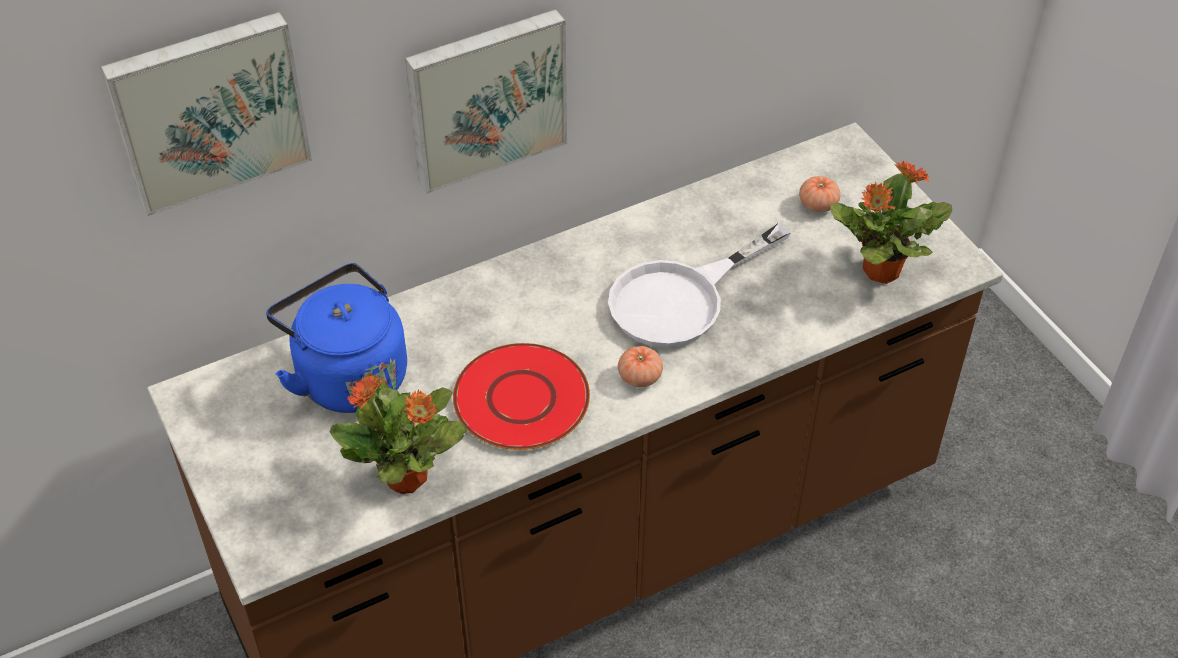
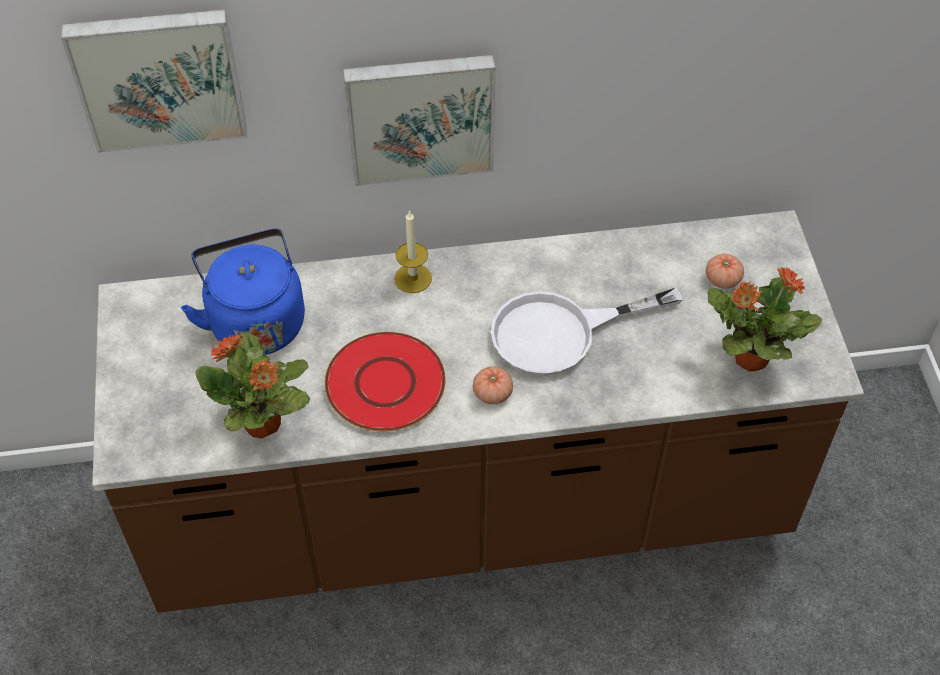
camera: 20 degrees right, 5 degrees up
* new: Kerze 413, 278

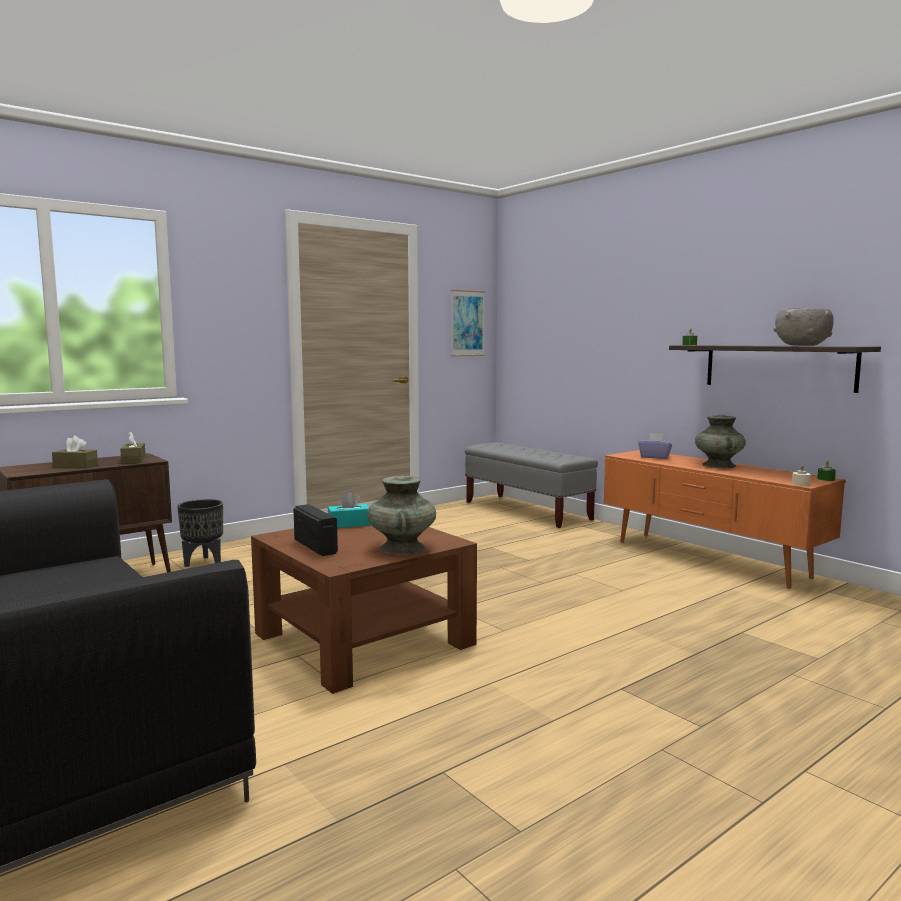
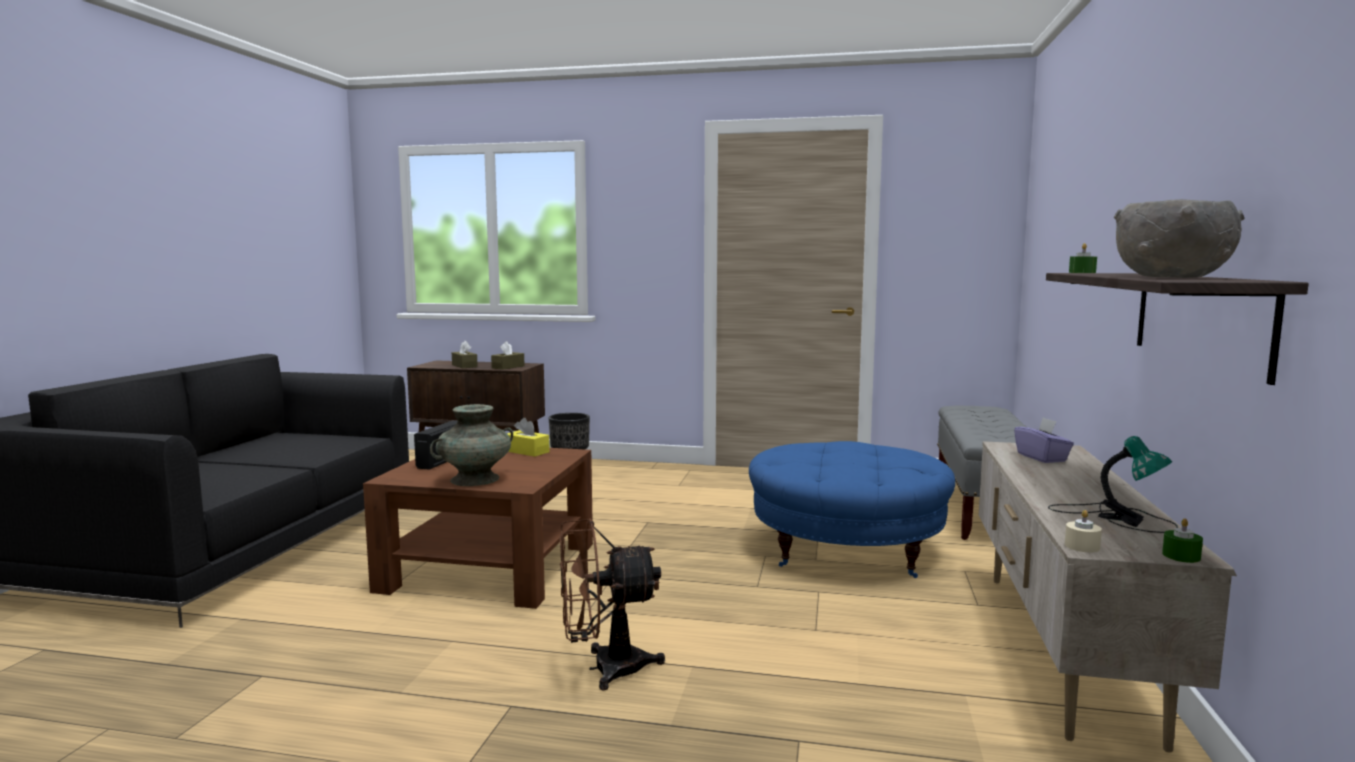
camera: 50 degrees right, 0 degrees up
* gone: Bild 467, 323
* gone: Vase/türkis 719, 465
* new: Ventilator/braun 605, 668
* new: Polsterhocker/blau 846, 549
* new: Tischlampe 1116, 517
* repainted: Taschentuchbox/türkis 349, 524 to Taschentuchbox/gelb 527, 451
* repainted: Fernsehschrank/orange 708, 559 to Fernsehschrank/beige 1062, 649

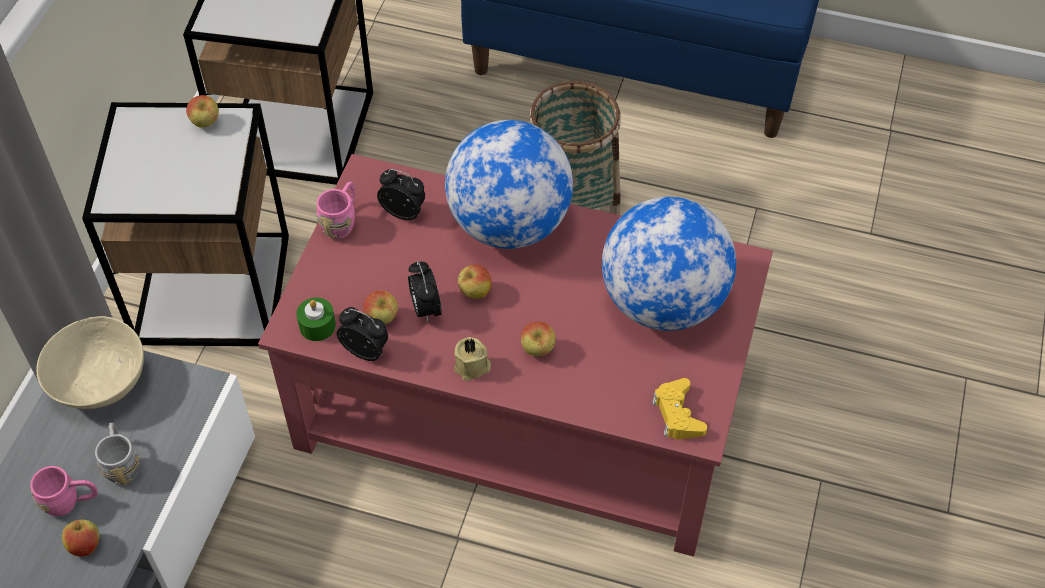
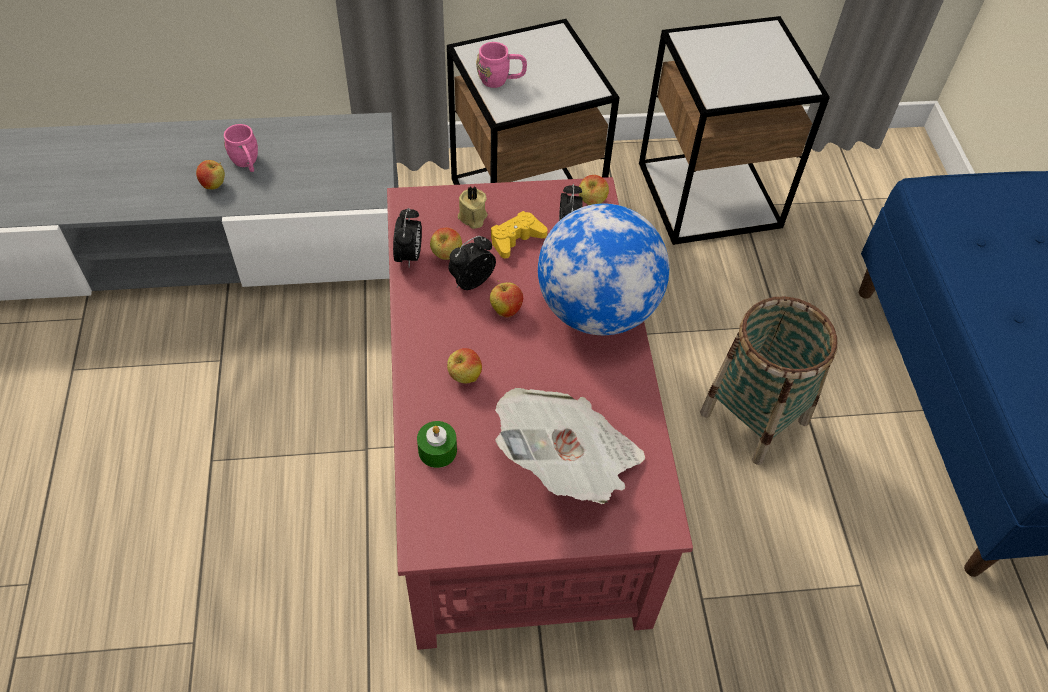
camera: 65 degrees right, 0 degrees up
* gone: Schüssel/beige 99, 382
* gone: Henkelbecher/grau 122, 463
* shifted: Apfel 206, 123 to 592, 202
* shifted: Kerze/grün 317, 326 to 437, 450
* shifted: Henkelbecher/rosa 342, 221 to 501, 80
* shifted: Kerze/beige 473, 367 to 472, 217
* shifted: Gamepad/gelb 677, 414 to 516, 239
* swapped: Globus 662, 303 to Zeitung 569, 463

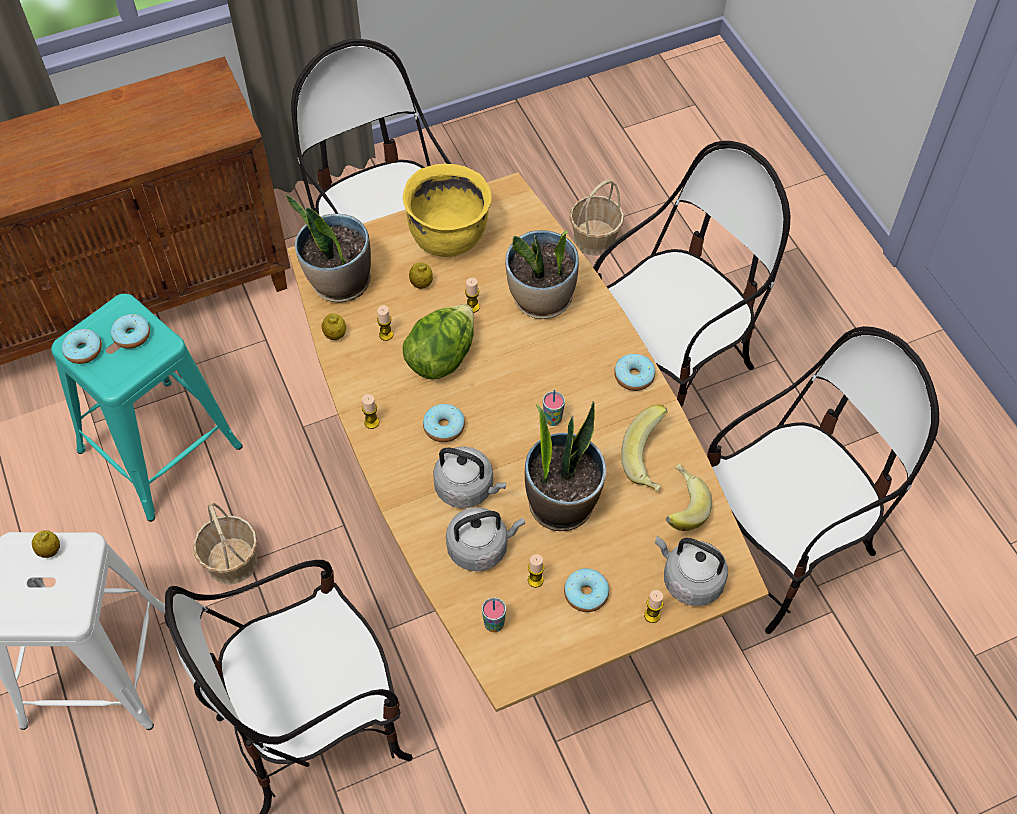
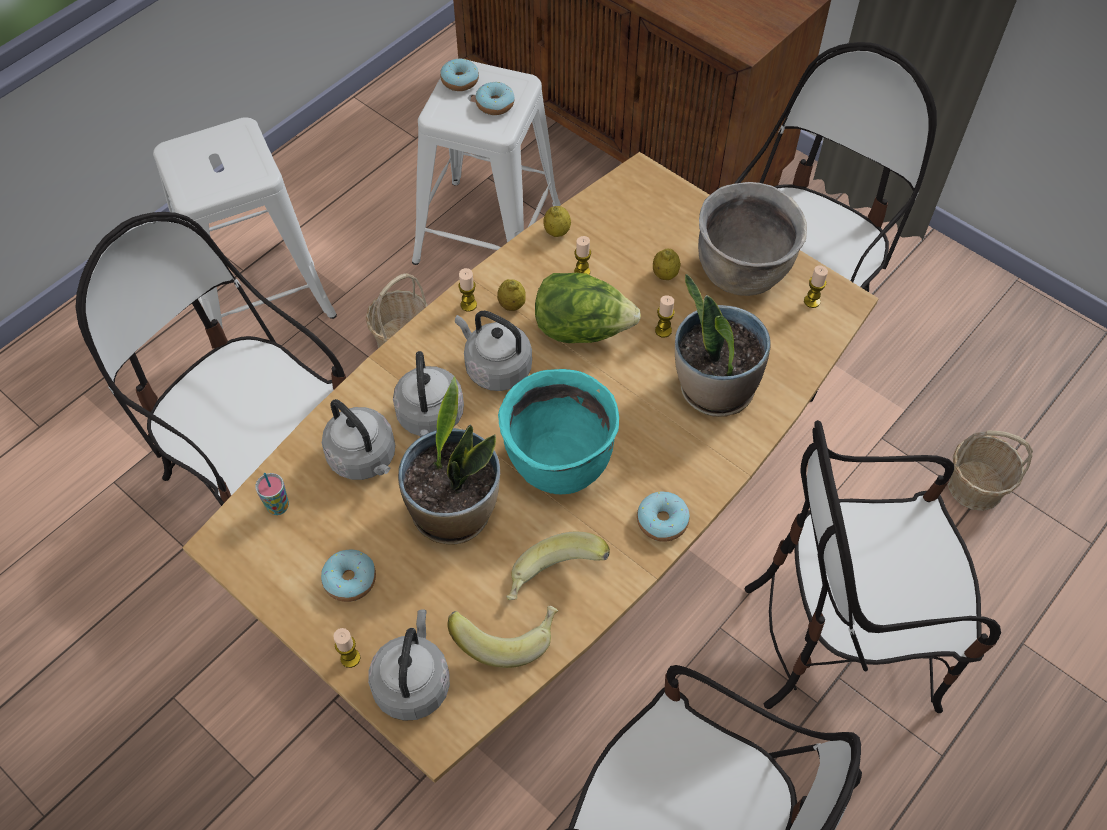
camera: 65 degrees right, 0 degrees up
* gone: Topfpflanze 339, 282
* shifted: Zitrone 50, 550 to 511, 305
* shifted: Kerze 535, 580 to 812, 301
* swapped: Donut 444, 427 to Wasserkessel/grau 495, 367
* swapped: Tasse 552, 419 to Kochtopf/türkis 558, 462
* repainted: Hocker/türkis 160, 448 to Hocker/weiß 488, 234
* repainted: Kochtopf/gelb 448, 237 to Kochtopf/braun 742, 272
* rotated: Stuhl 669, 373 = 843, 638 150 degrees clockwise

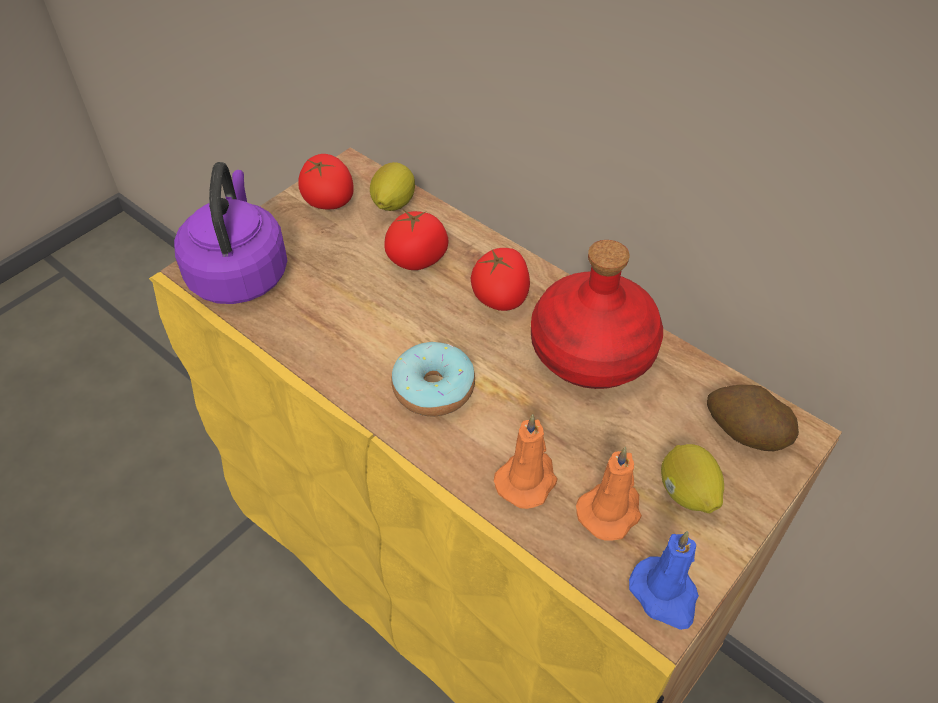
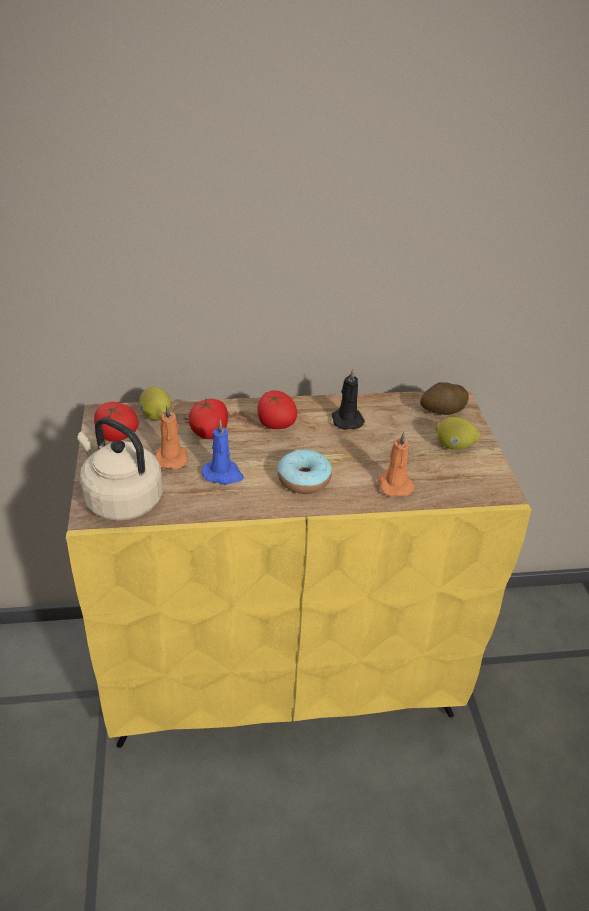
camera: 50 degrees left, 10 degrees down
* shifted: Kerze/orange 611, 510 to 171, 457
* shifted: Kerze/blau 665, 595 to 223, 474
* swapped: Flasche/rot 594, 351 to Kerze/schwarz 346, 419
* repainted: Wasserkessel/lila 239, 272 to Wasserkessel/beige 121, 499

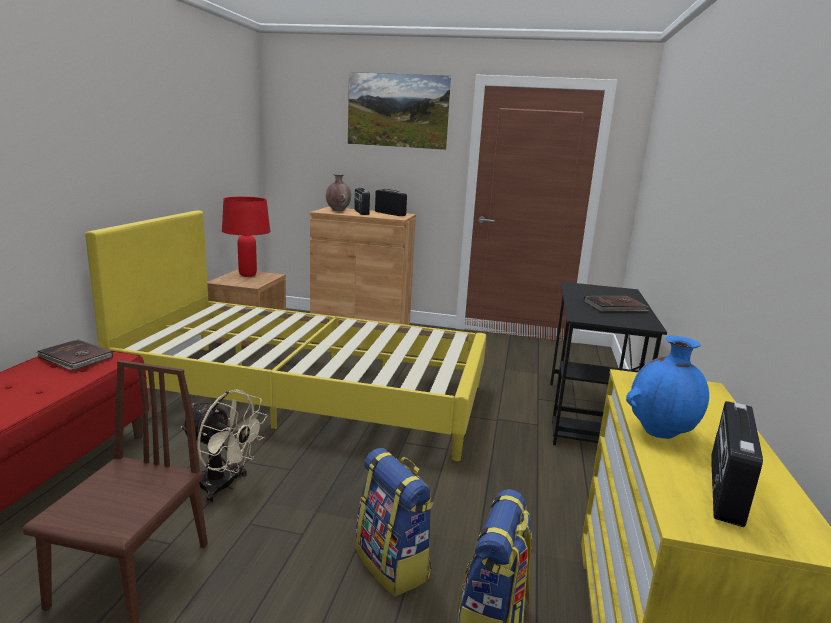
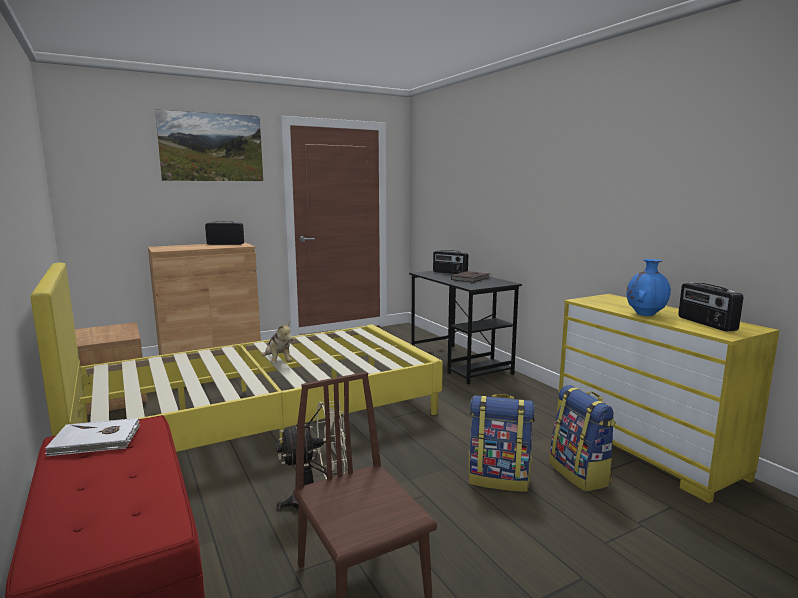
camera: 40 degrees left, 5 degrees down
* gone: Tischlampe/rot 248, 275
* gone: Vase/braun 338, 211
* new: Plüschtier 278, 363
* shifted: Radio 361, 212 to 450, 273
* repainted: Buch/braun 75, 358 to Buch/weiß 96, 441

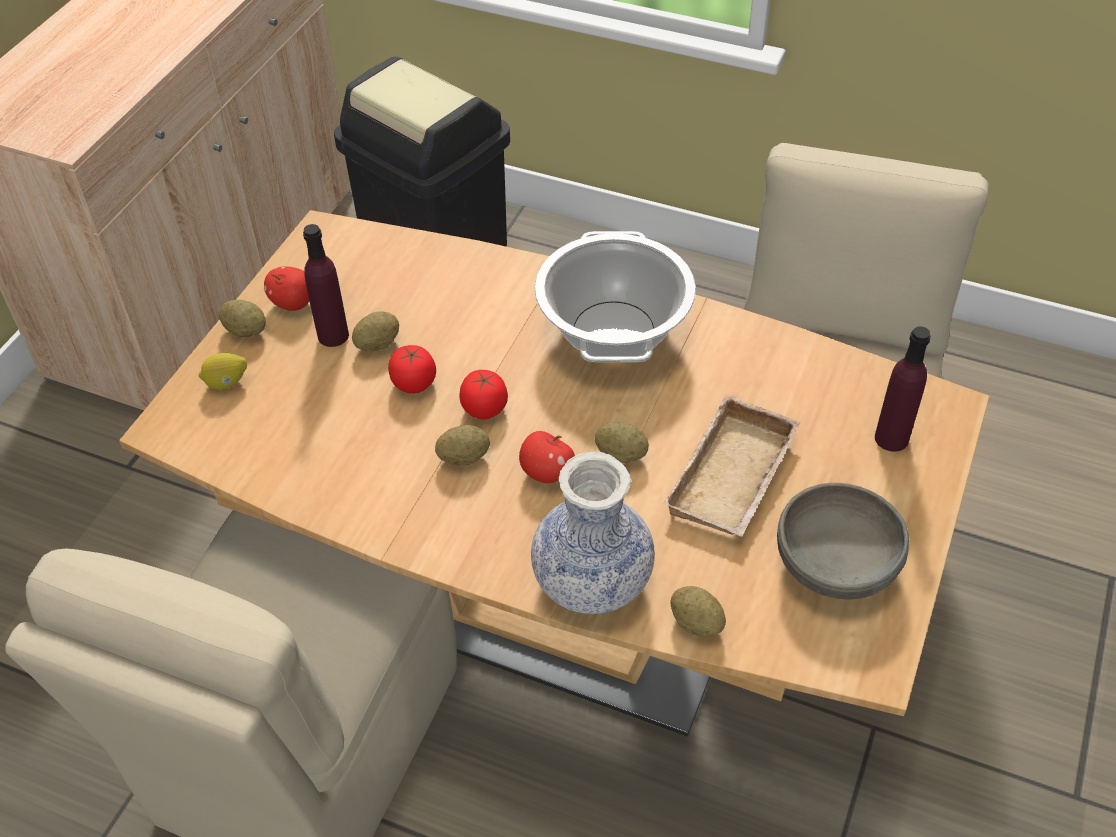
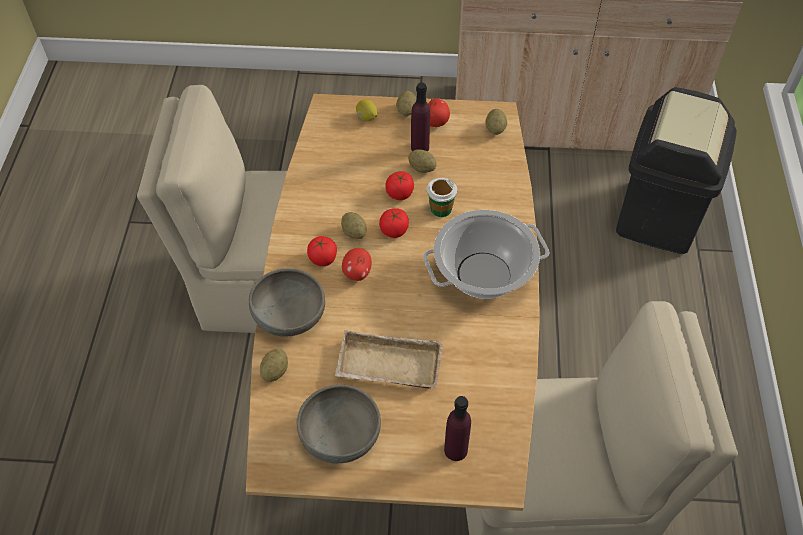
camera: 70 degrees right, 5 degrees up
* new: Tomate 322, 259
* new: Tasse 440, 208
* shifted: Kartoffel 621, 454 to 495, 129
* swapped: Vase 592, 580 to Schüssel/grau 289, 315

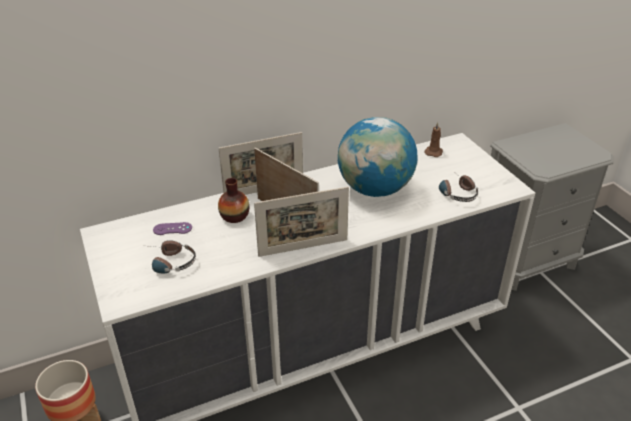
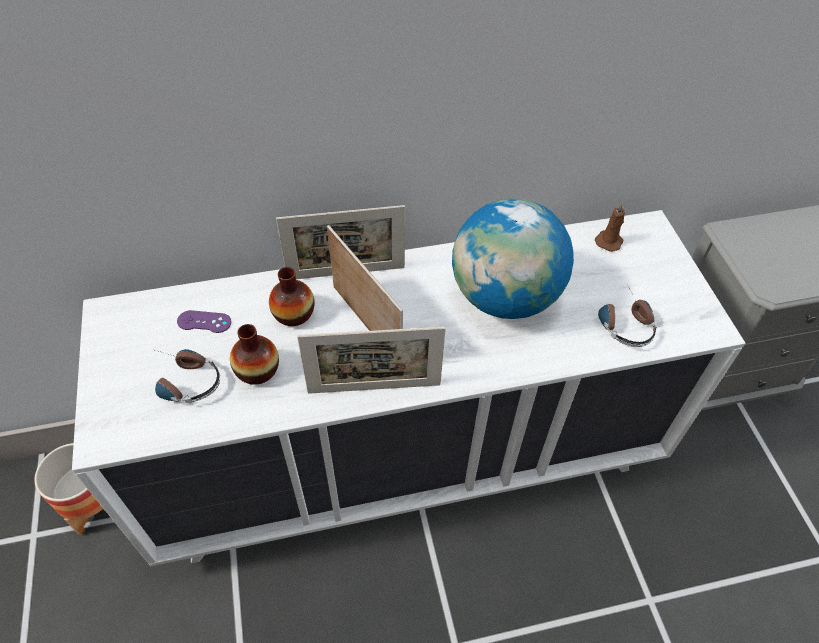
camera: 10 degrees right, 15 degrees up
* new: Vase 257, 370

